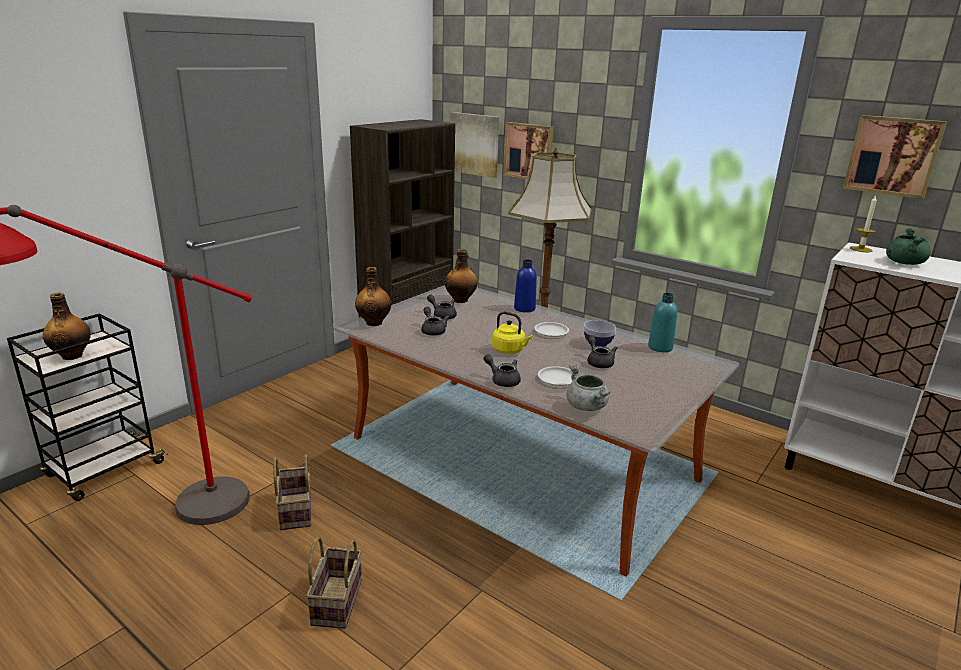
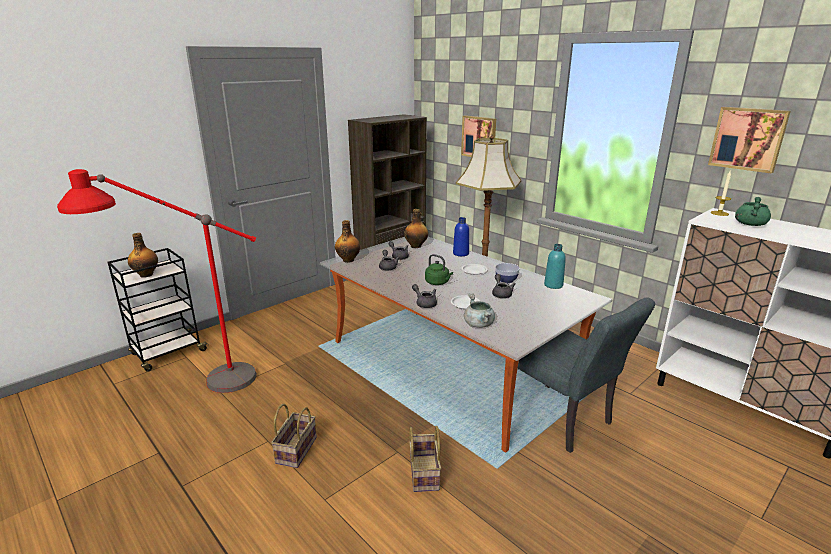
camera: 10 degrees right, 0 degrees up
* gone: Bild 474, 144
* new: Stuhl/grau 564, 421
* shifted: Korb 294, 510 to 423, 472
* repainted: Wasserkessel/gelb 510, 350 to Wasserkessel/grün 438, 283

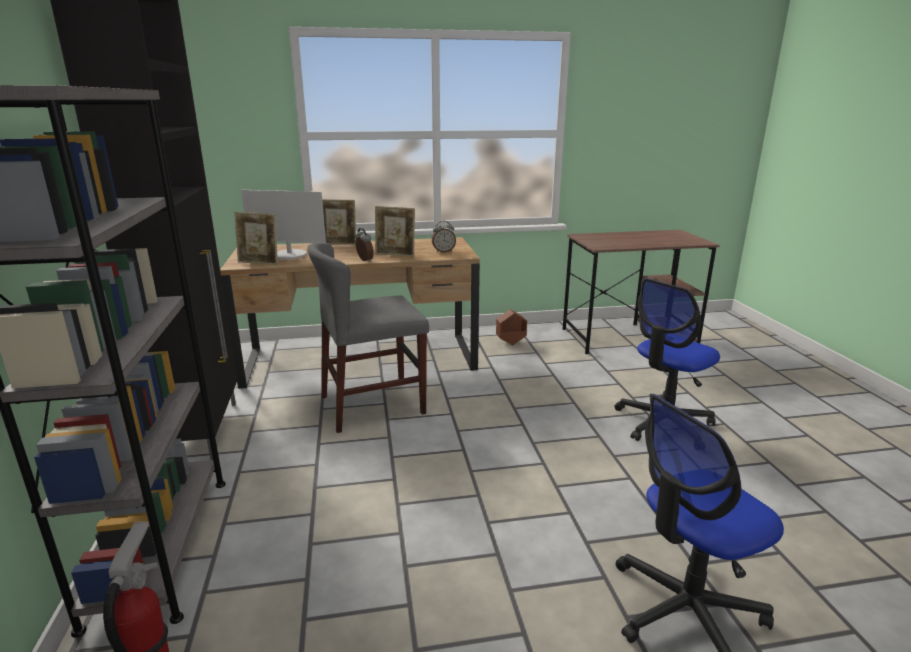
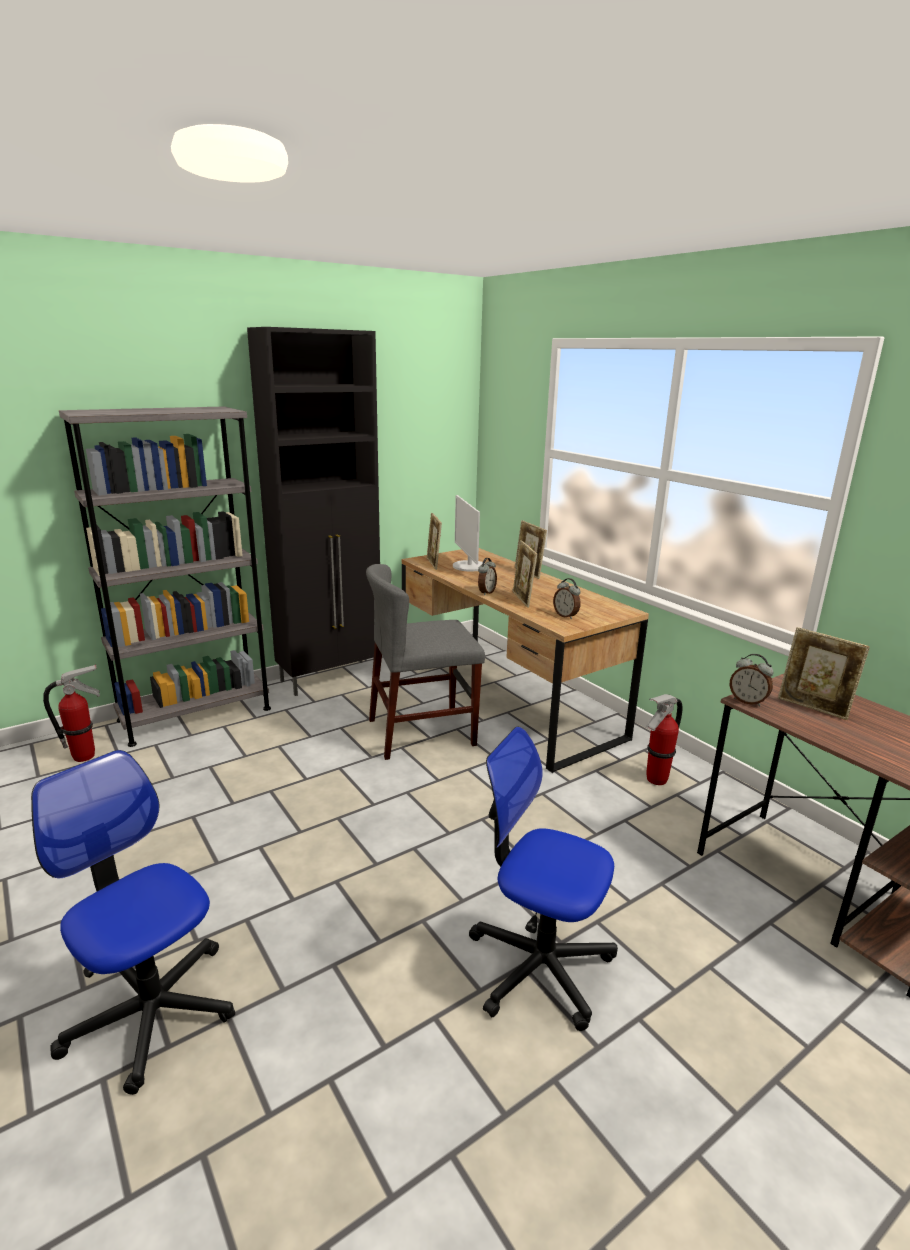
camera: 65 degrees right, 0 degrees up
* new: Wecker 747, 701
* new: Bilderrahmen 813, 708
* swapped: Pflanzkübel/braun 510, 343 to Feuerlöscher 656, 780
* rotated: Stuhl/grau 372, 405 = 421, 732 60 degrees counterclockwise

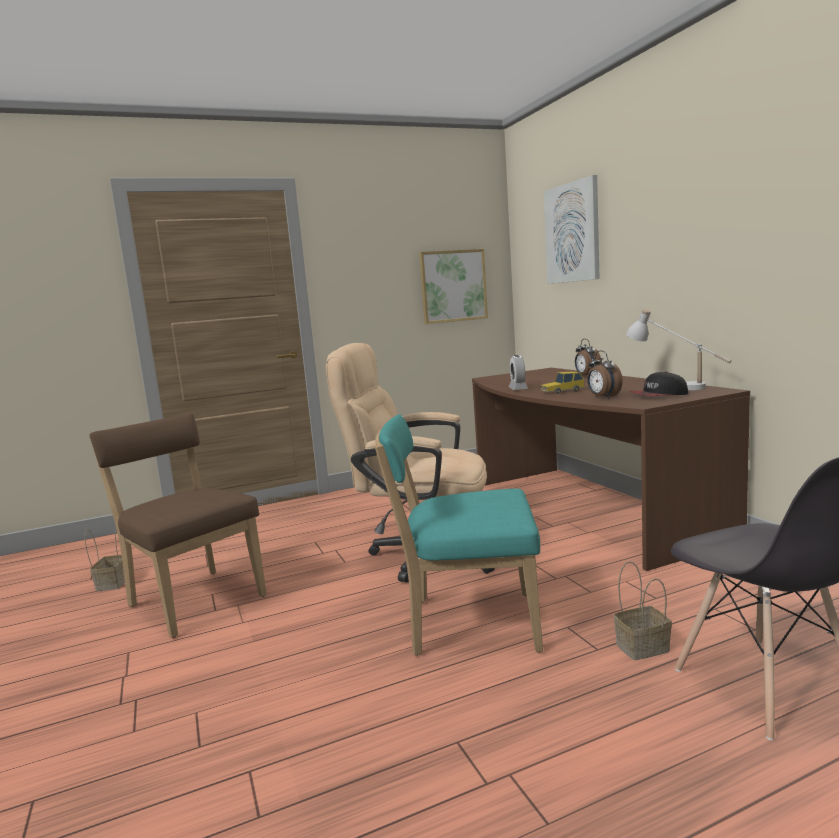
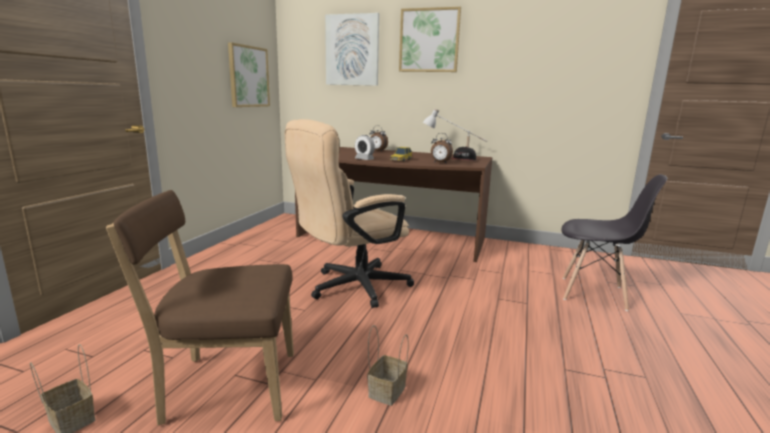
camera: 50 degrees left, 5 degrees up
* gone: Stuhl/türkis 467, 623
* new: Bild 429, 40
* shifted: Korb 643, 646 to 387, 390

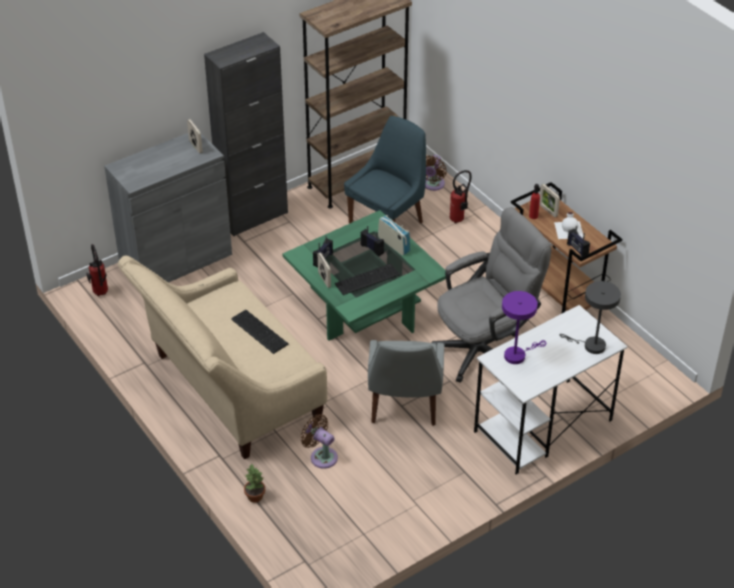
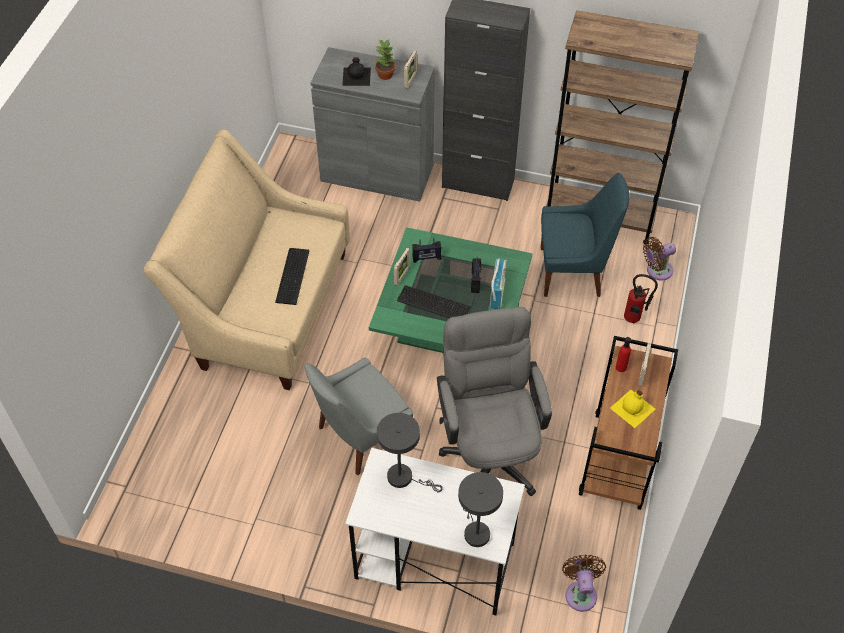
camera: 50 degrees right, 10 degrees up
* gone: Feuerlöscher 100, 294
* gone: Radio 577, 250
* new: Flasche/schwarz 357, 76
* shifted: Topfpflanze 254, 496 to 385, 74
* shifted: Ventilator/braun 321, 456 to 580, 592
* repainted: Tischlampe/lila 517, 355 to Tischlampe/grau 404, 478
* repainted: Flasche/weiß 569, 229 to Flasche/gelb 633, 408
* rotated: Bürostuhl/grau 485, 348 = 490, 450 120 degrees counterclockwise

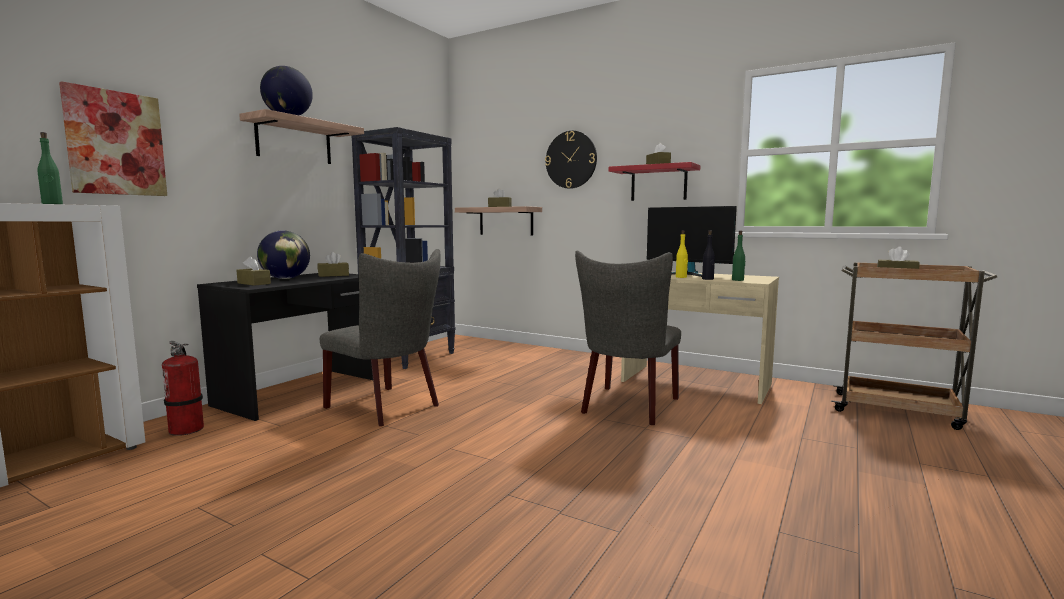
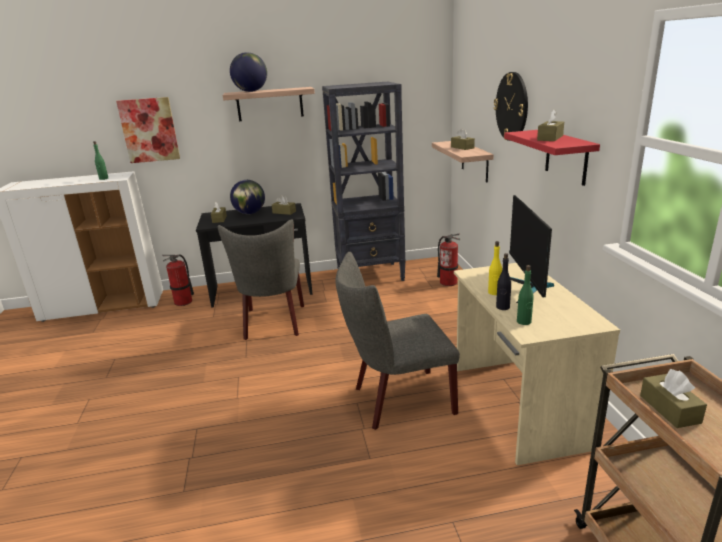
camera: 50 degrees right, 15 degrees up
* new: Feuerlöscher 448, 282

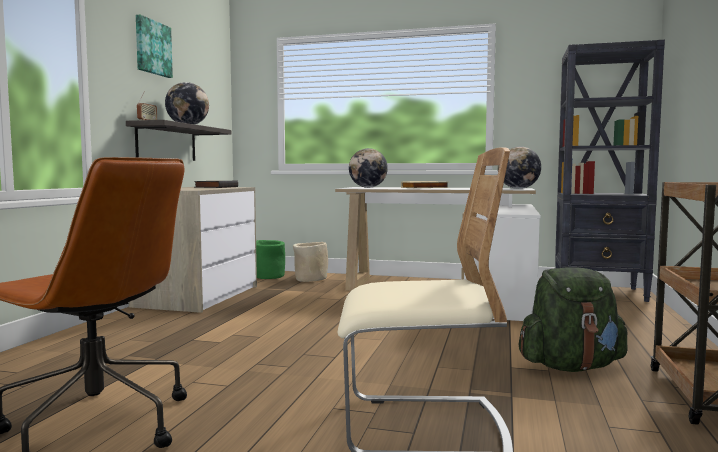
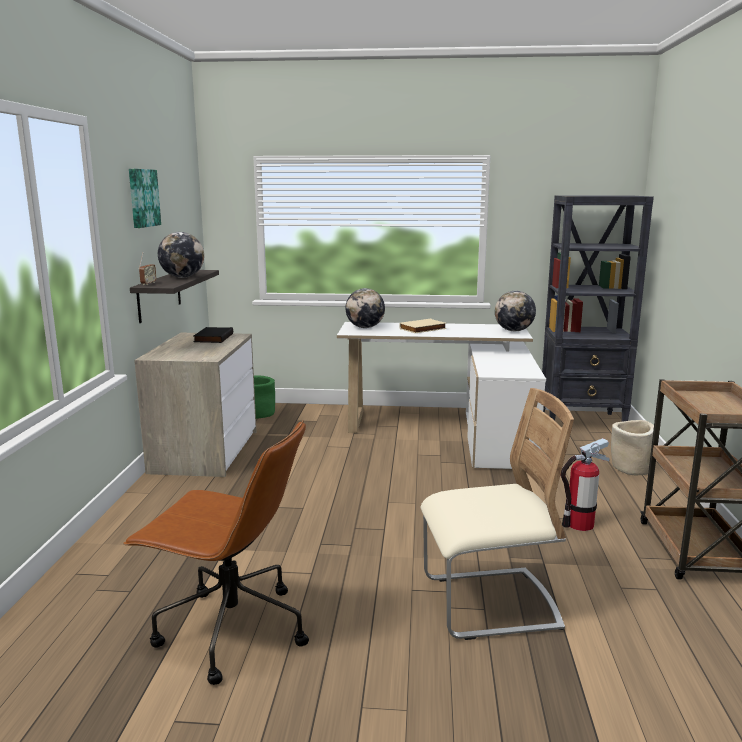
camera: 10 degrees left, 10 degrees up
* shifted: Pflanzkübel/beige 310, 279 to 632, 468
* swapped: Rucksack/grün 570, 366 to Feuerlöscher 579, 524

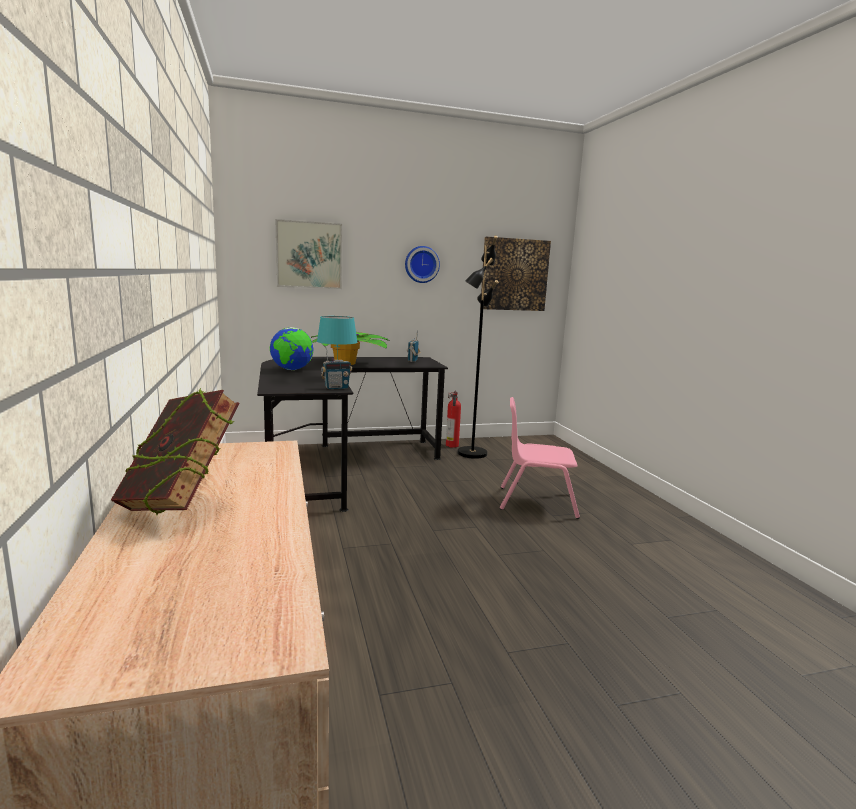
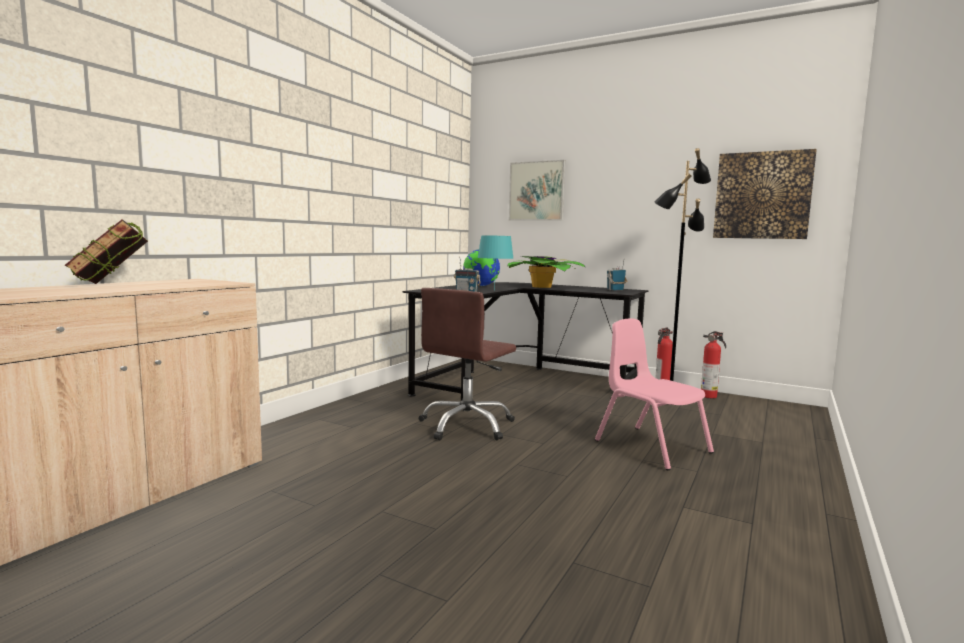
camera: 45 degrees right, 5 degrees down
* gone: Wanduhr 421, 264
* new: Bürostuhl/braun 467, 426
* new: Feuerlöscher 709, 396

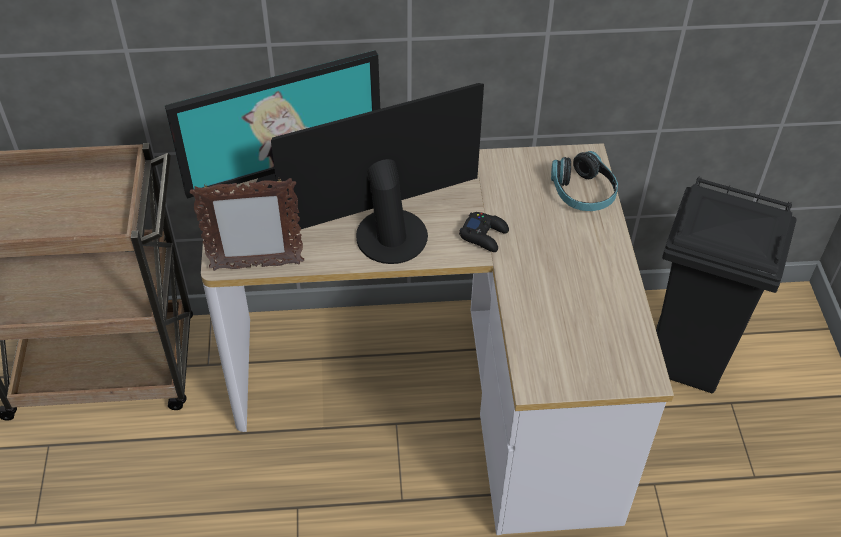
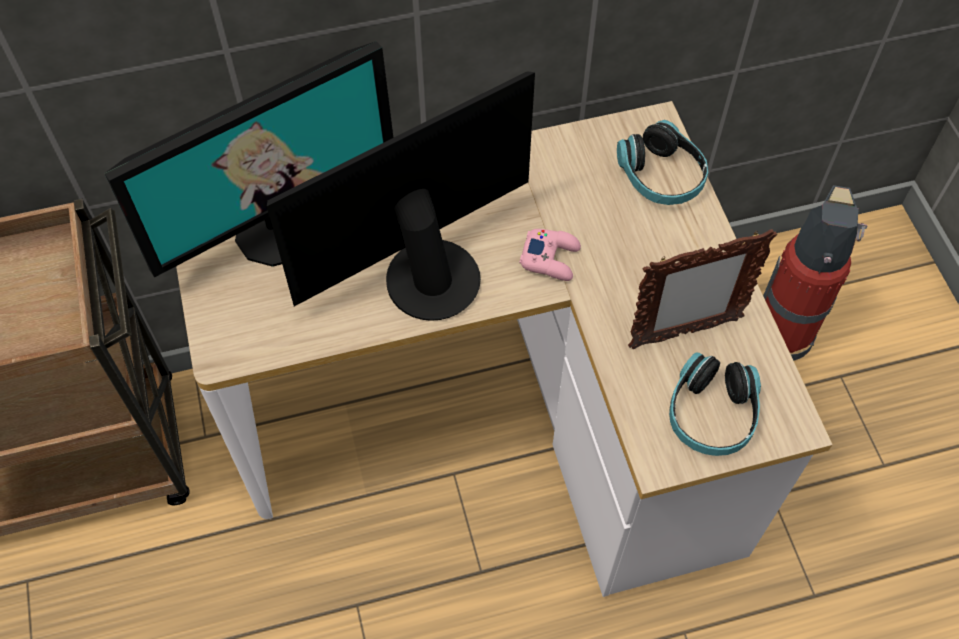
camera: 10 degrees left, 10 degrees up
* new: Kopfhörer 711, 414
* shifted: Bilderrahmen 256, 266 to 683, 333
* swapped: Mülleimer/schwarz 688, 361 to Feuerlöscher 782, 331
* repainted: Gamepad/schwarz 484, 235 to Gamepad/rosa 550, 258

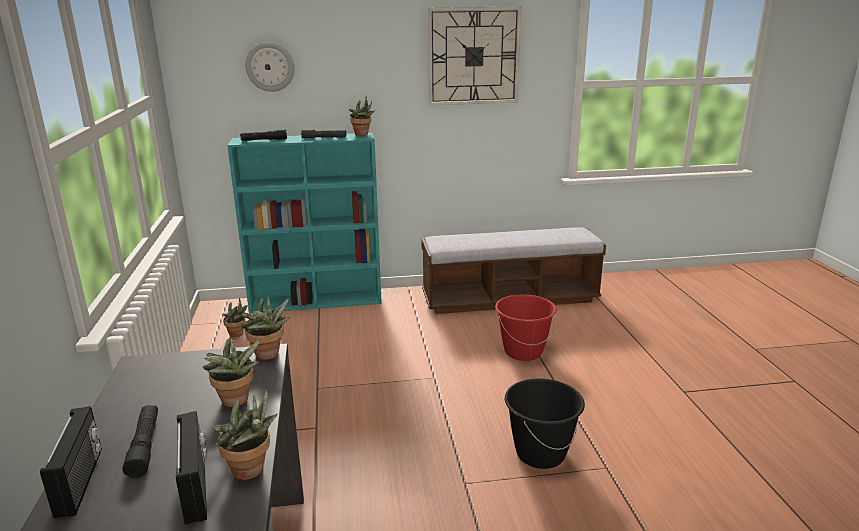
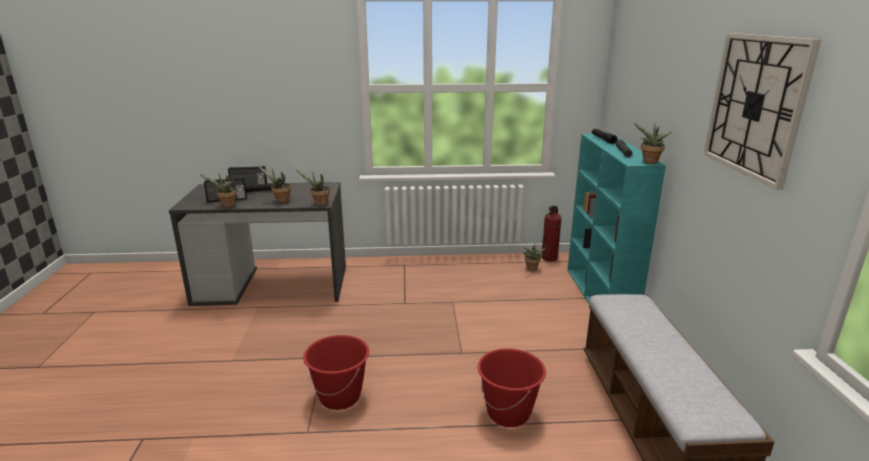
camera: 95 degrees right, 0 degrees up
* gone: Wanduhr 270, 67
* new: Feuerlöscher 549, 258
* repainted: Eimer/schwarz 540, 453 to Eimer/rot 340, 397

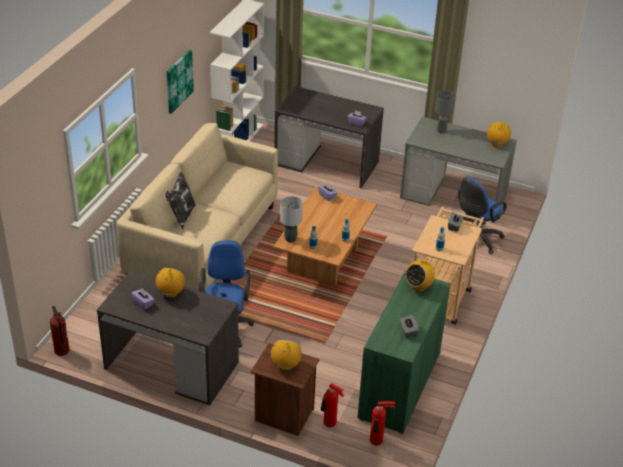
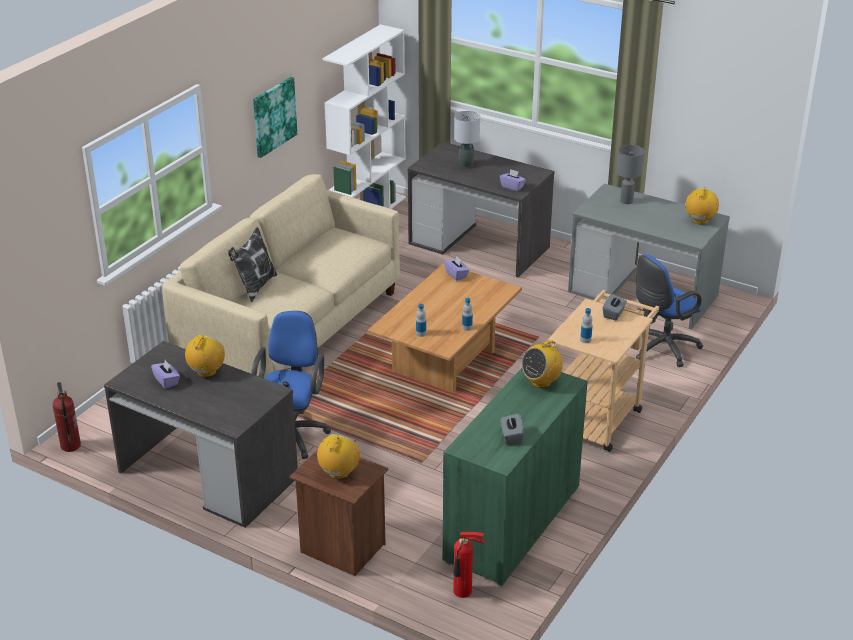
camera: 10 degrees right, 5 degrees down
* gone: Feuerlöscher 329, 423
* shifted: Tischlampe/grau 290, 239 to 466, 164

